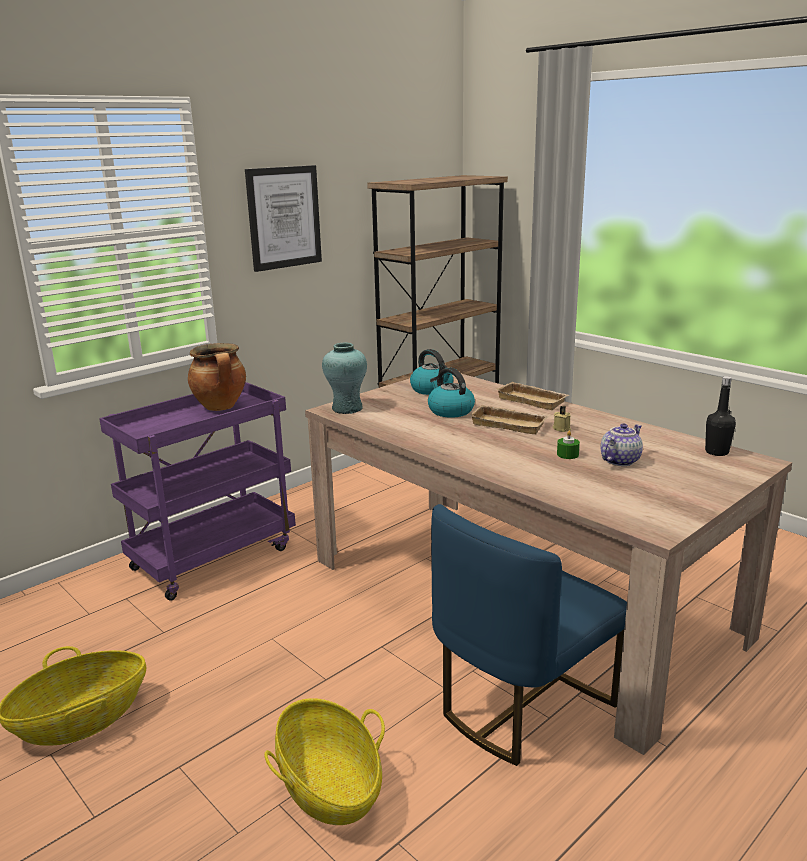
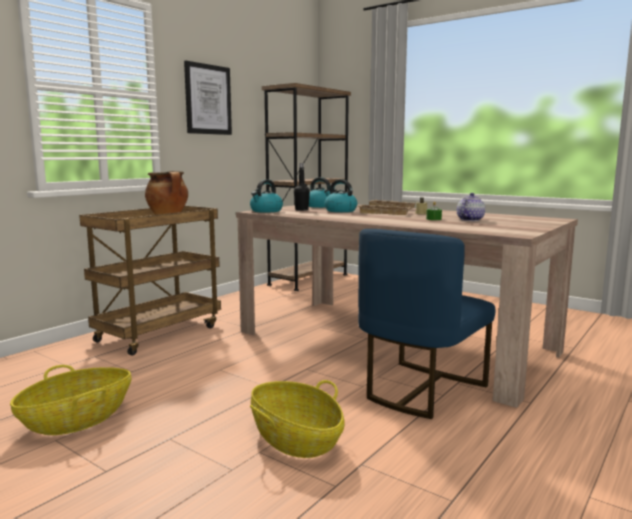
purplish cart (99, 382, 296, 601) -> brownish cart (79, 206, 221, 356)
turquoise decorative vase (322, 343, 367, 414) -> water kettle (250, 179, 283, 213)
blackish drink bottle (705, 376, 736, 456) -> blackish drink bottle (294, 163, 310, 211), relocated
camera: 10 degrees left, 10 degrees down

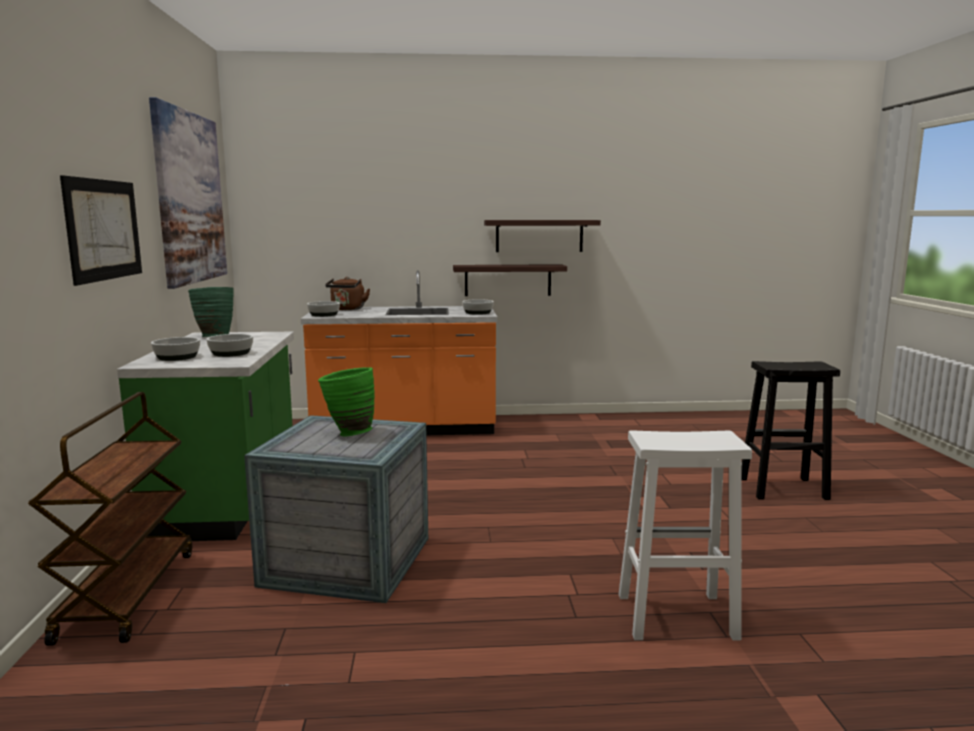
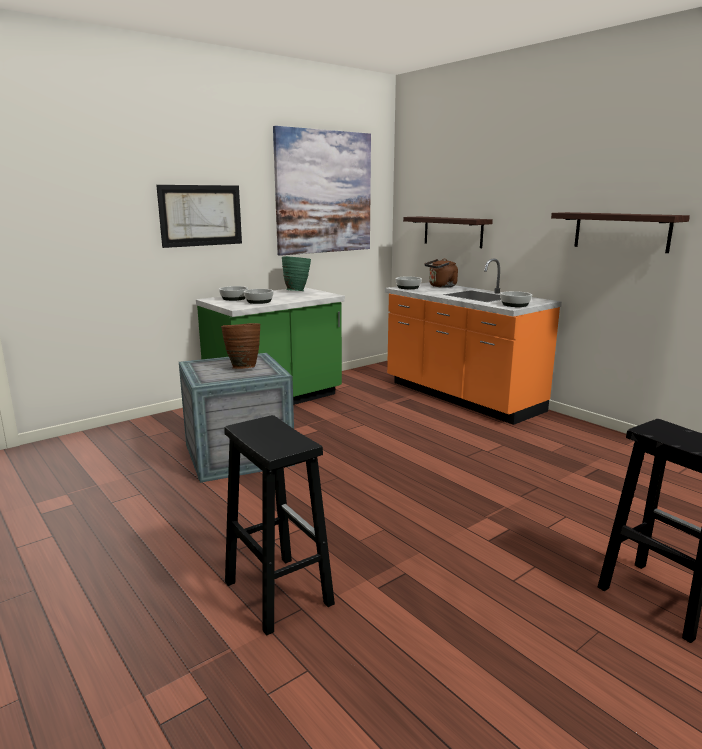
brownish cart (28, 392, 192, 646) -> none
green-coloured decorative vase (318, 367, 375, 436) -> brownish decorative vase (221, 323, 260, 369)
shelf (453, 264, 567, 296) -> shelf (403, 217, 493, 248), relocated
white-coloured stool (619, 430, 752, 640) -> blackish stool (224, 415, 335, 636)
camera: 55 degrees right, 5 degrees up

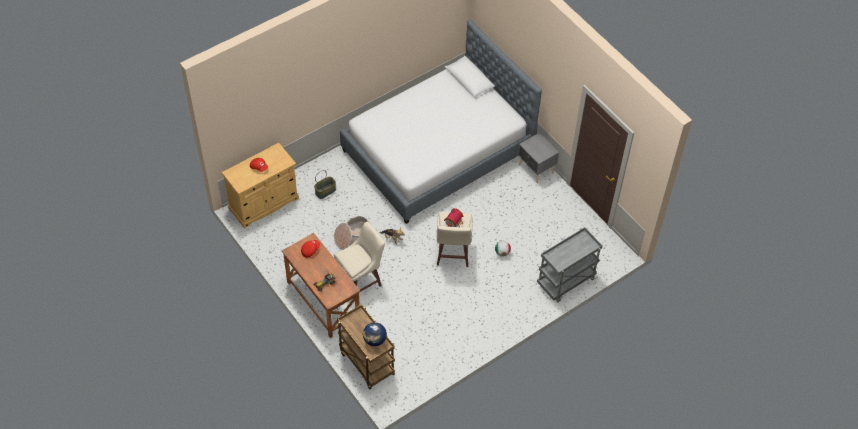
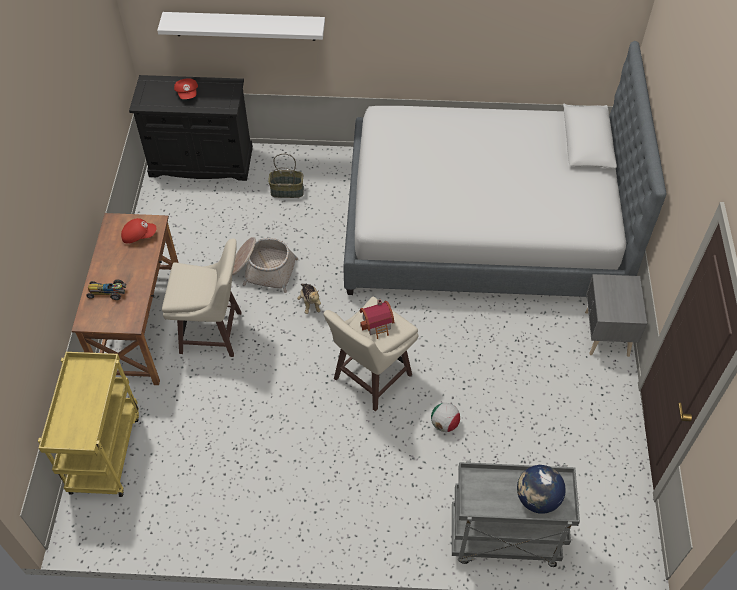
beige cupboard (222, 143, 299, 228) -> blackish cupboard (129, 75, 253, 181)
brownish cart (337, 305, 395, 389) -> yellow-coloured cart (38, 352, 139, 497)
desk globe (363, 322, 387, 346) -> desk globe (517, 465, 566, 514), relocated
none -> white-coloured shelf (157, 12, 325, 41)
camera: 40 degrees right, 0 degrees up

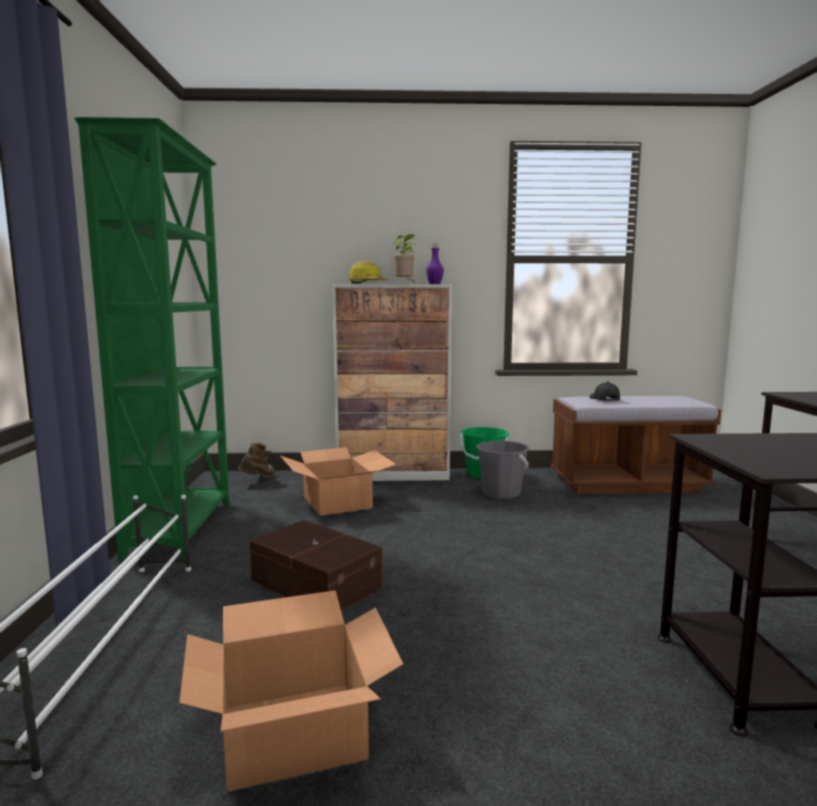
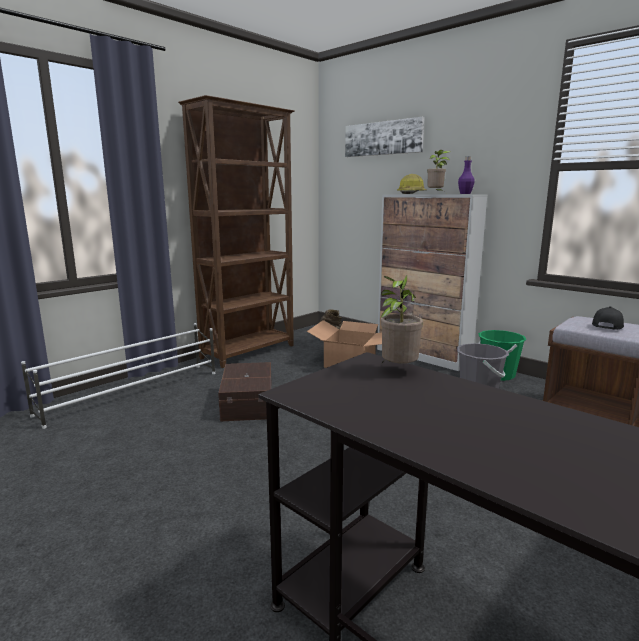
green-coloured shelving unit (74, 117, 230, 560) -> brownish shelving unit (178, 95, 294, 368)
cardboard box (179, 590, 403, 792) -> none
none -> wall picture (345, 117, 425, 157)
none -> houseplant (380, 275, 423, 364)
camera: 45 degrees right, 5 degrees up

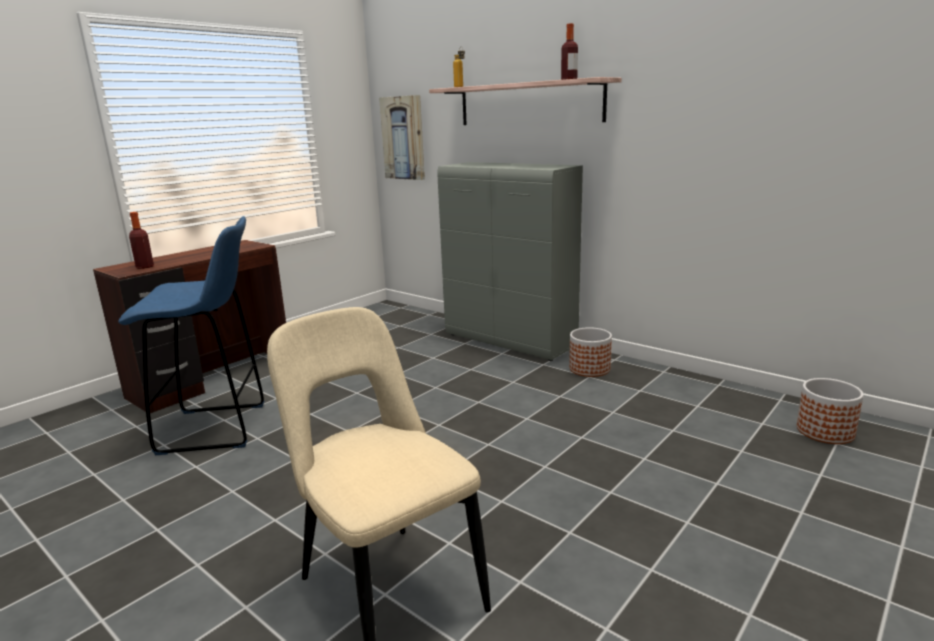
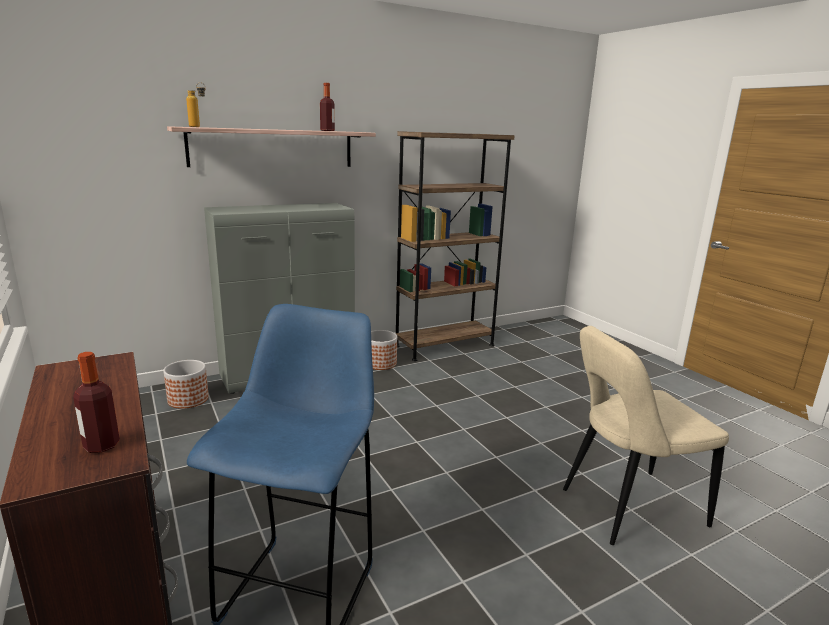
wall picture (379, 95, 425, 180) -> none
plant pot (797, 378, 864, 444) -> plant pot (163, 360, 209, 409), relocated
none -> brownish shelving unit (395, 131, 515, 361)
camera: 70 degrees left, 0 degrees up

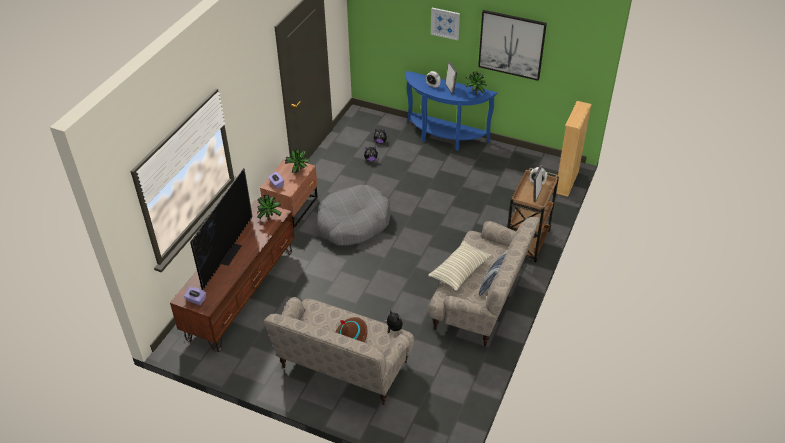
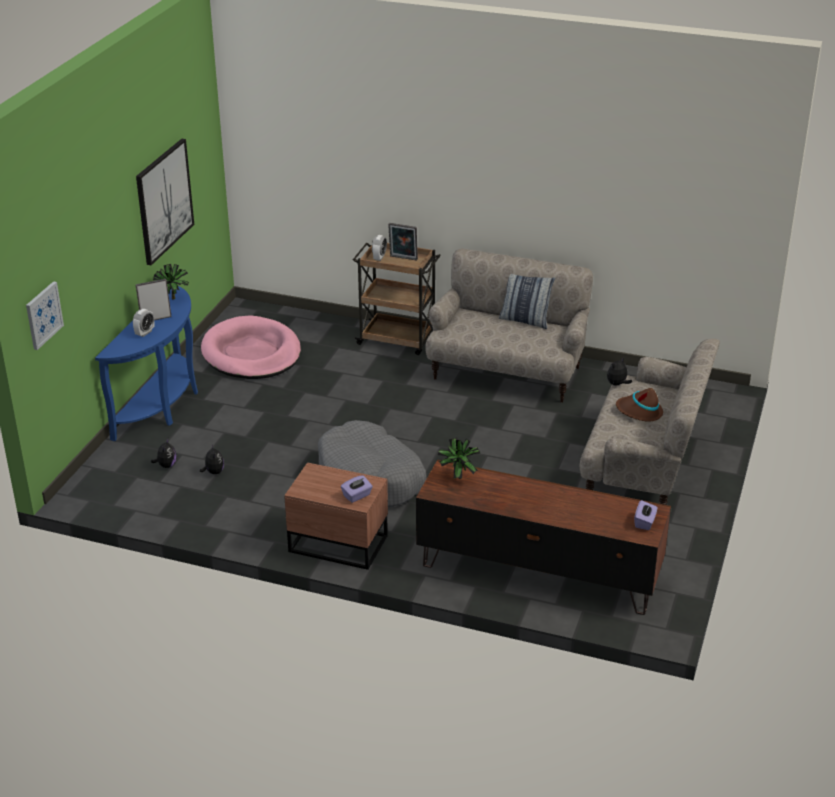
TV set (190, 168, 253, 290) -> none
houseplant (285, 149, 310, 173) -> none
cushion (428, 241, 491, 291) -> none
wall picture (431, 8, 460, 40) -> wall picture (26, 281, 64, 350), relocated
beige shelving unit (556, 101, 592, 197) -> none
none -> pink pet bed (201, 315, 301, 379)
camera: 95 degrees left, 10 degrees down

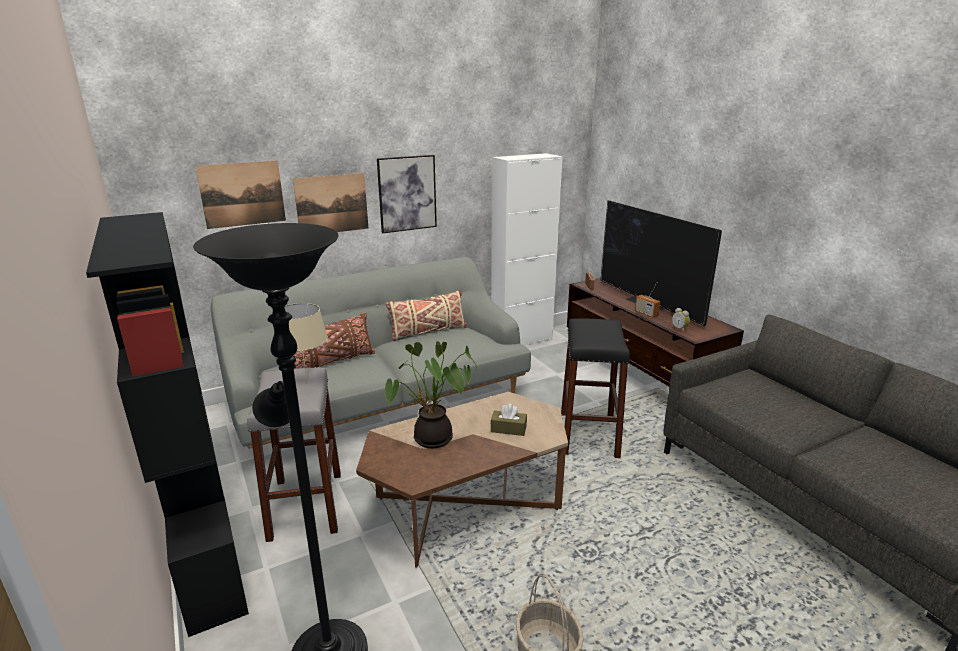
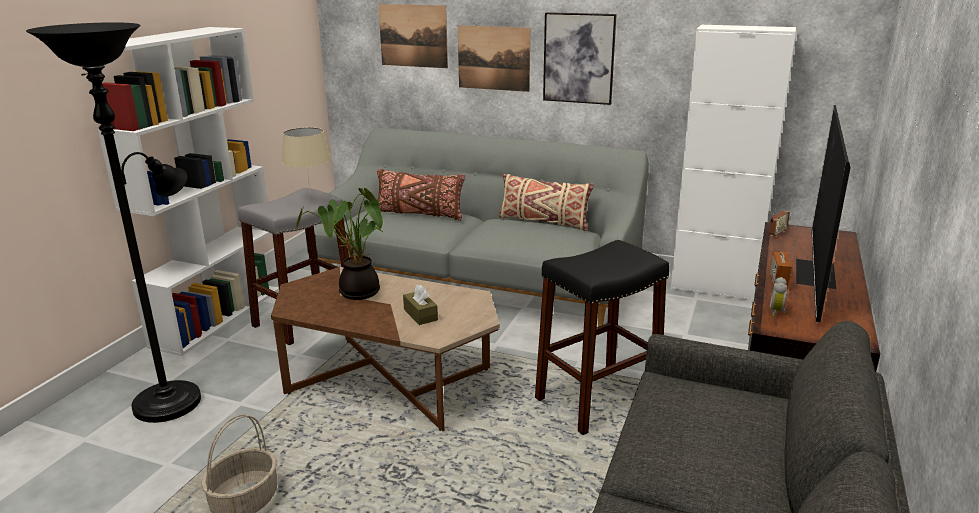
blackish shelving unit (86, 212, 249, 637) -> white-coloured shelving unit (98, 27, 279, 356)
camera: 50 degrees right, 0 degrees up

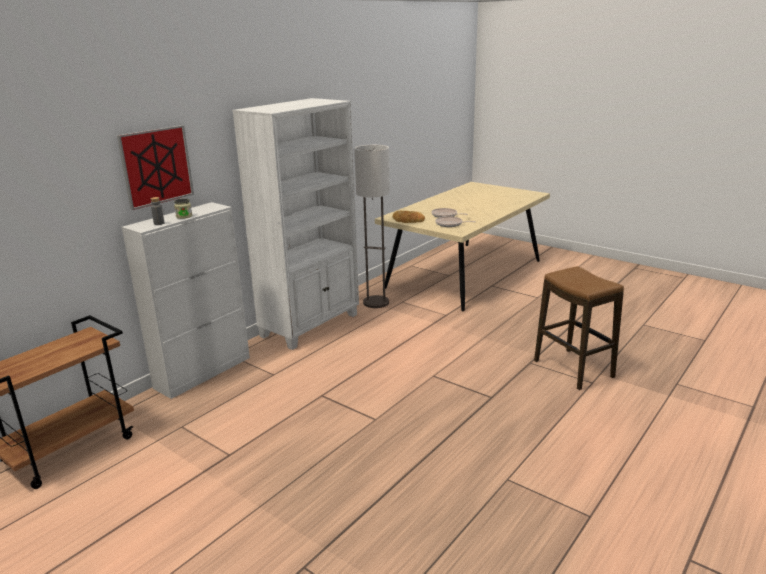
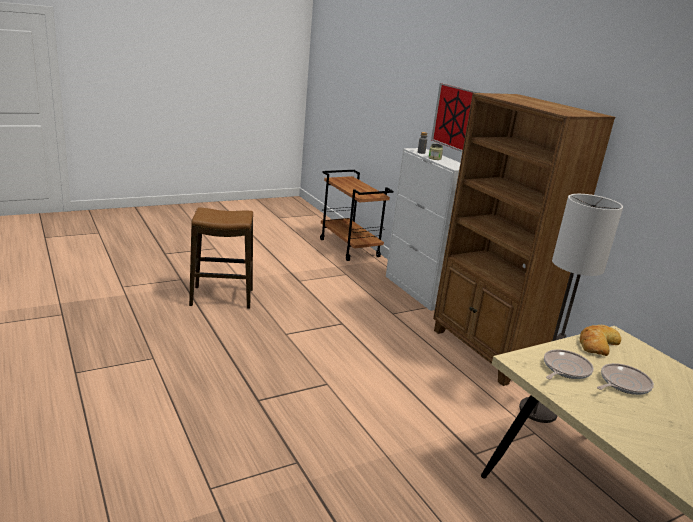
white-coloured shelving unit (232, 98, 359, 350) -> brownish shelving unit (433, 93, 615, 386)
stool (534, 266, 624, 390) -> stool (189, 207, 253, 309), relocated
camera: 110 degrees right, 0 degrees up

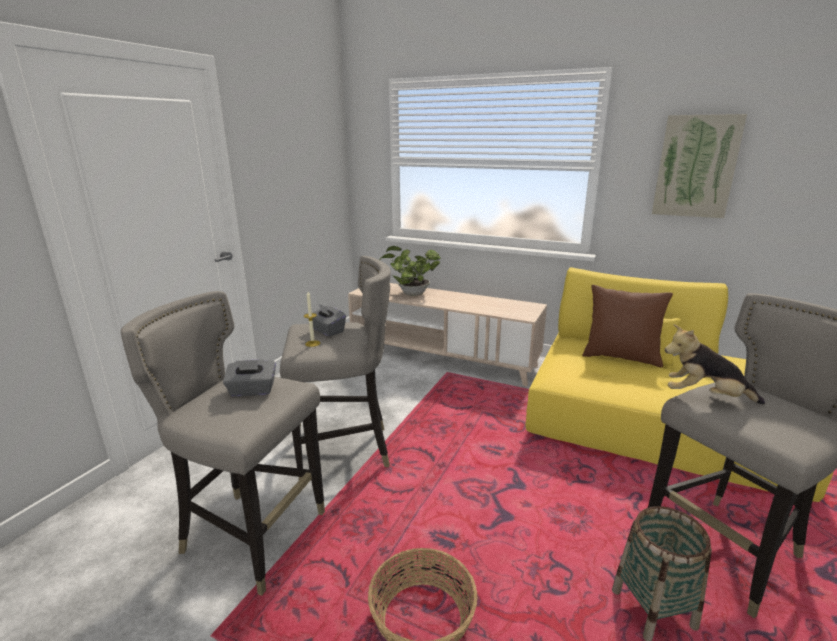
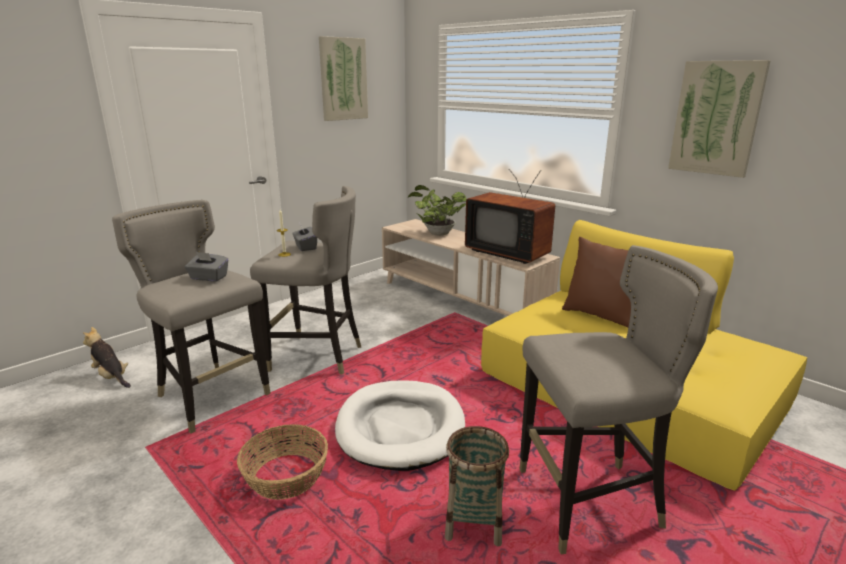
cuddly toy (665, 324, 765, 405) -> cuddly toy (83, 327, 131, 388), relocated
none -> wall picture (319, 36, 368, 121)
none -> white-coloured pet bed (335, 380, 465, 471)
none -> TV set (465, 169, 555, 264)
camera: 20 degrees right, 0 degrees up

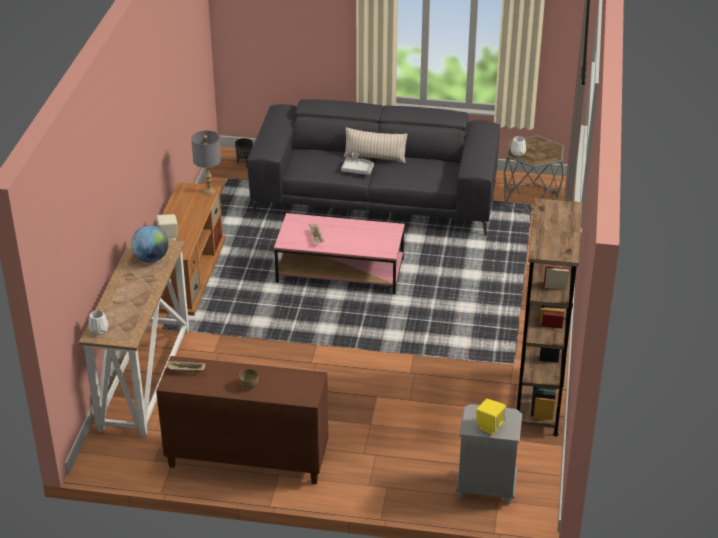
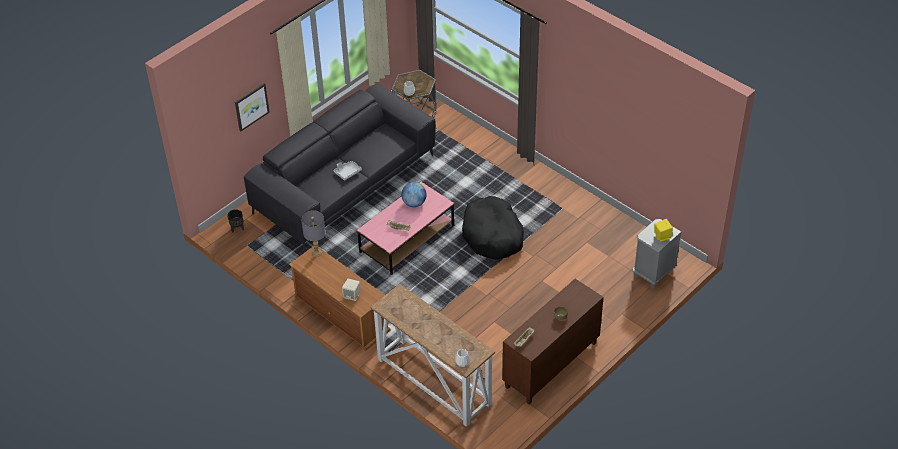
desk globe (131, 225, 169, 262) -> desk globe (401, 182, 427, 207), relocated
beige cushion (344, 127, 408, 163) -> none
brownish shelving unit (517, 198, 582, 436) -> none
none -> wall picture (235, 83, 270, 132)
none -> blackish pet bed (462, 196, 524, 260)
camera: 55 degrees left, 10 degrees up

